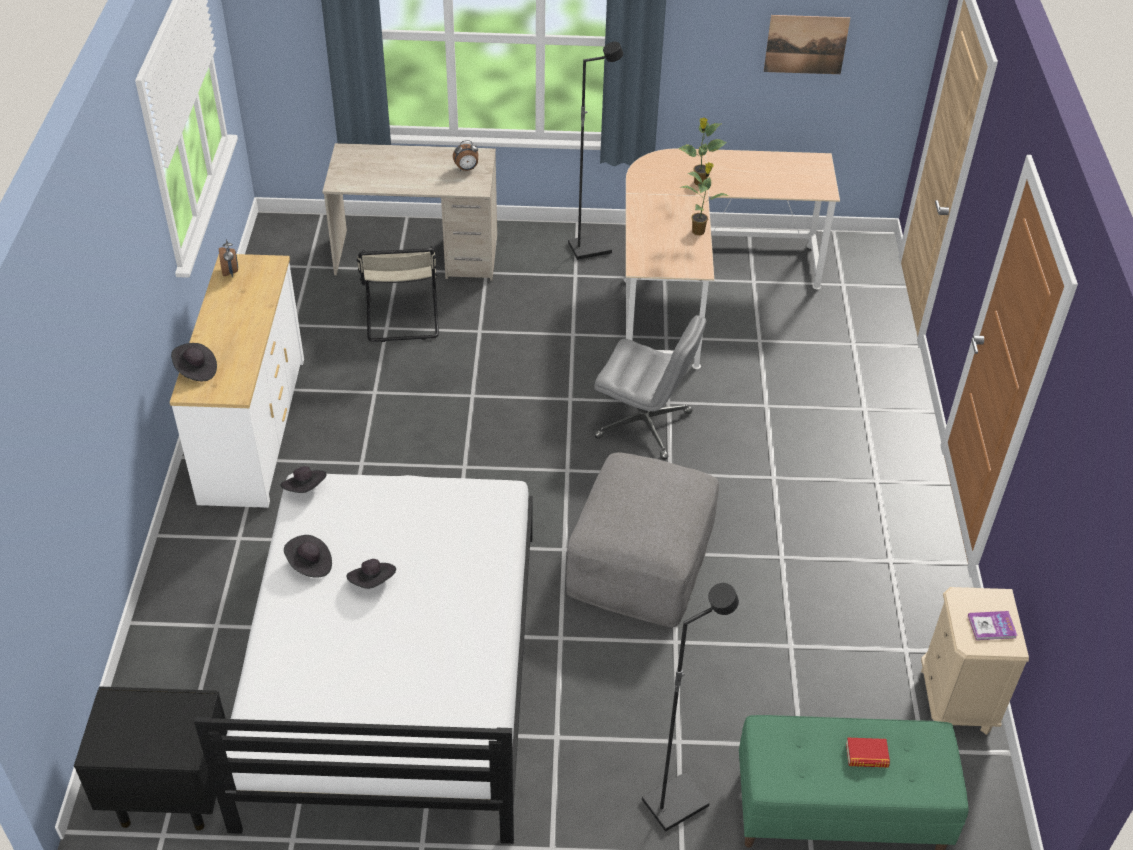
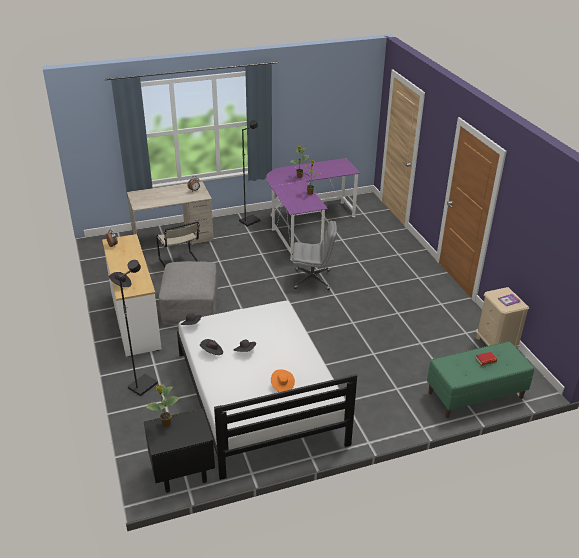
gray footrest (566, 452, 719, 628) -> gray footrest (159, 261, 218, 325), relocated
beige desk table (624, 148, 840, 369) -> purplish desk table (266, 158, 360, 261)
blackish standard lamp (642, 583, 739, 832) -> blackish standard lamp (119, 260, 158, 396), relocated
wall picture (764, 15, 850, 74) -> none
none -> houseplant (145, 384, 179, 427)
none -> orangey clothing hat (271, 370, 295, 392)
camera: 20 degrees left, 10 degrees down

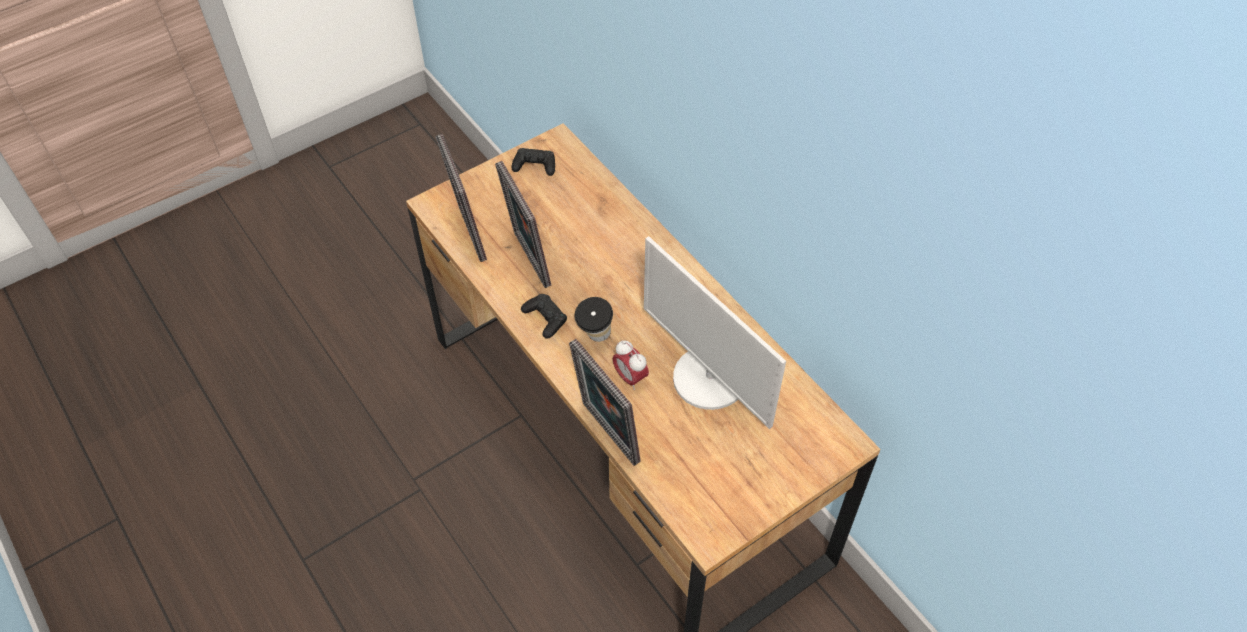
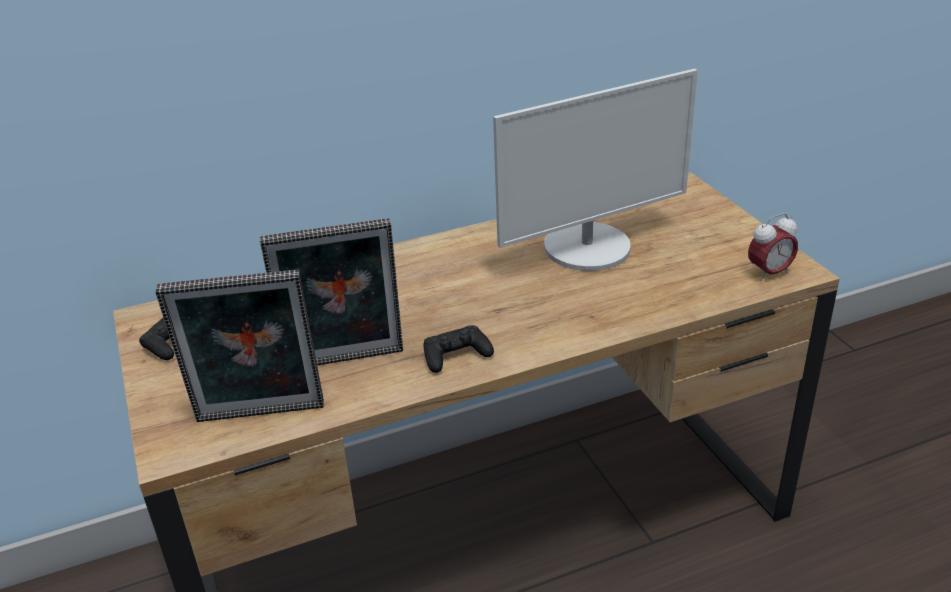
picture frame (569, 339, 641, 466) -> none
drinking cup (575, 297, 613, 342) -> none
alarm clock (613, 340, 649, 390) -> alarm clock (748, 213, 798, 281), relocated
camera: 75 degrees left, 20 degrees down

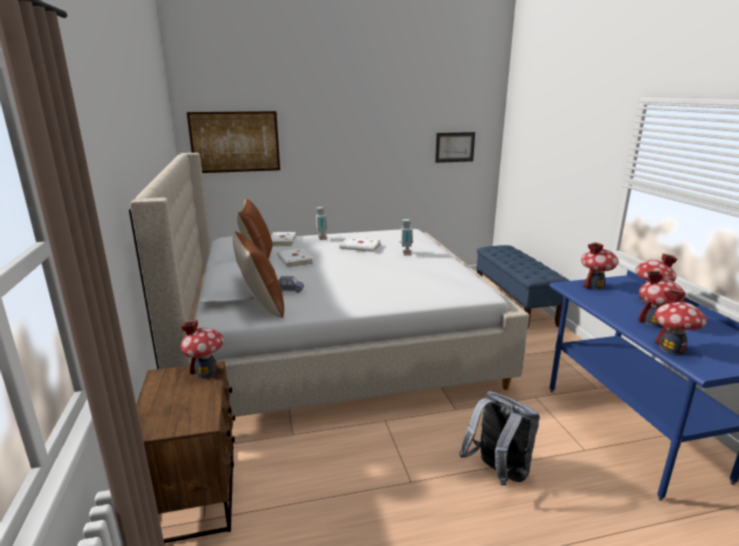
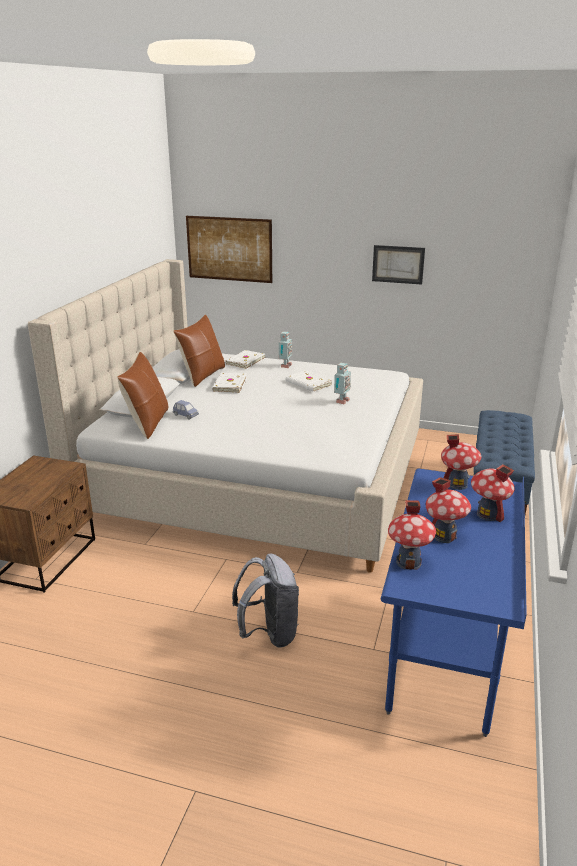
toy house (180, 320, 224, 378) -> none
wall picture (435, 132, 475, 163) -> wall picture (372, 245, 425, 285), relocated
camera: 30 degrees right, 5 degrees up

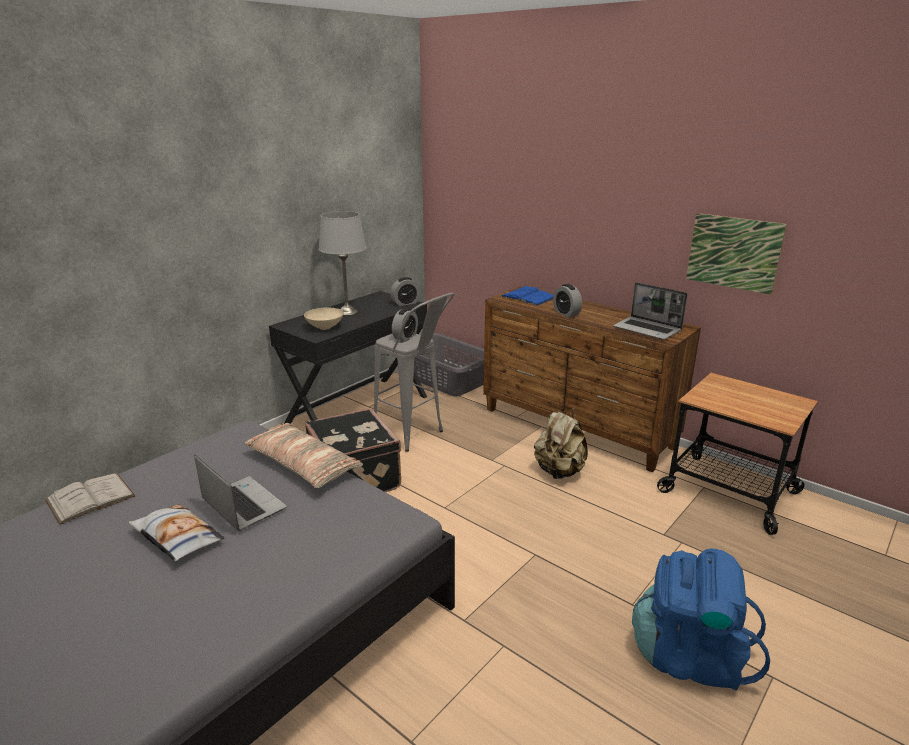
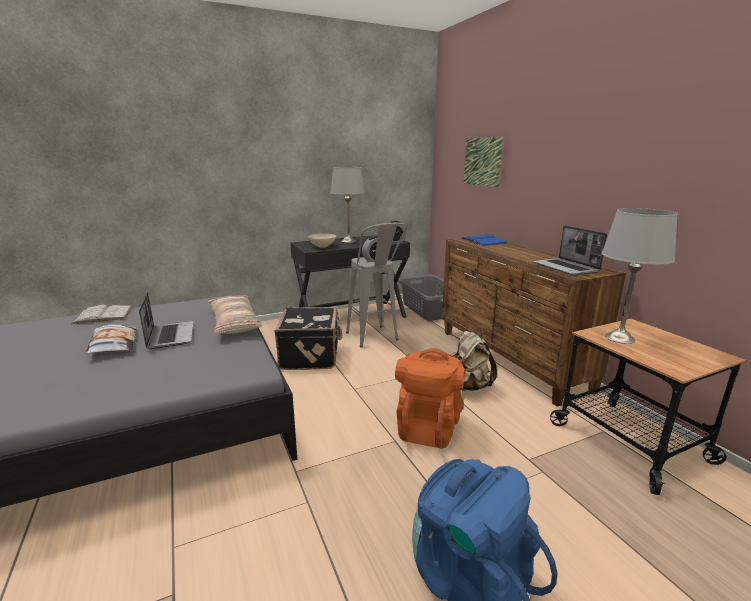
alarm clock (553, 284, 582, 317) -> none
wall picture (686, 213, 787, 295) -> wall picture (463, 137, 504, 187), relocated
none -> orangey rucksack (395, 348, 466, 448)
none -> gray tabletop lamp (602, 208, 678, 344)
camera: 25 degrees right, 5 degrees down

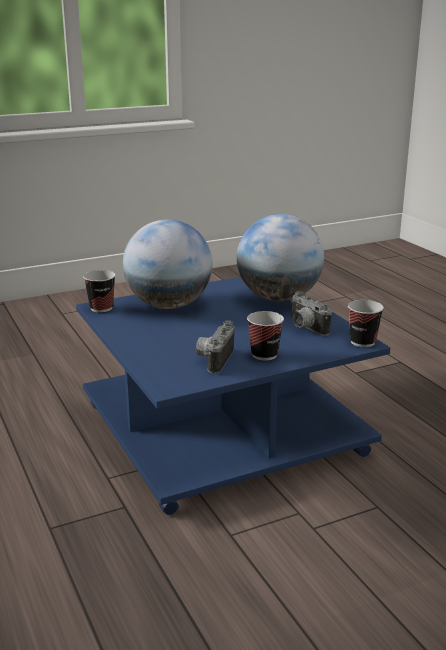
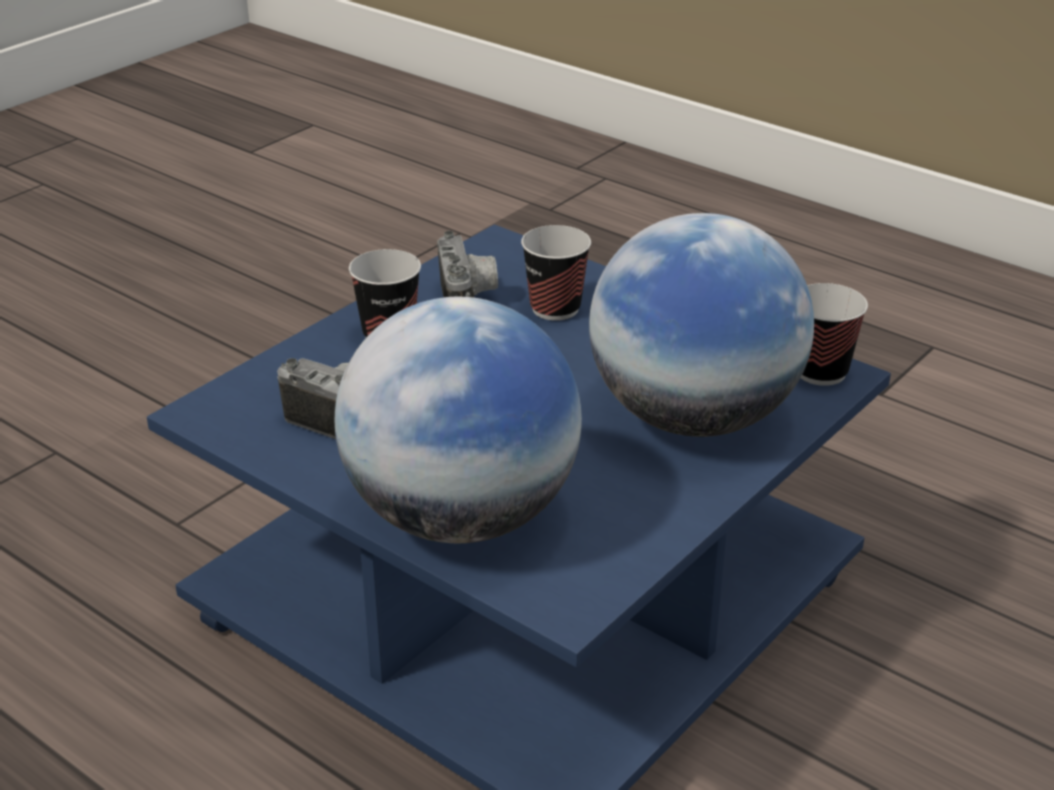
drinking cup (348, 300, 384, 347) -> drinking cup (521, 225, 591, 321), relocated
camera: 155 degrees right, 10 degrees up

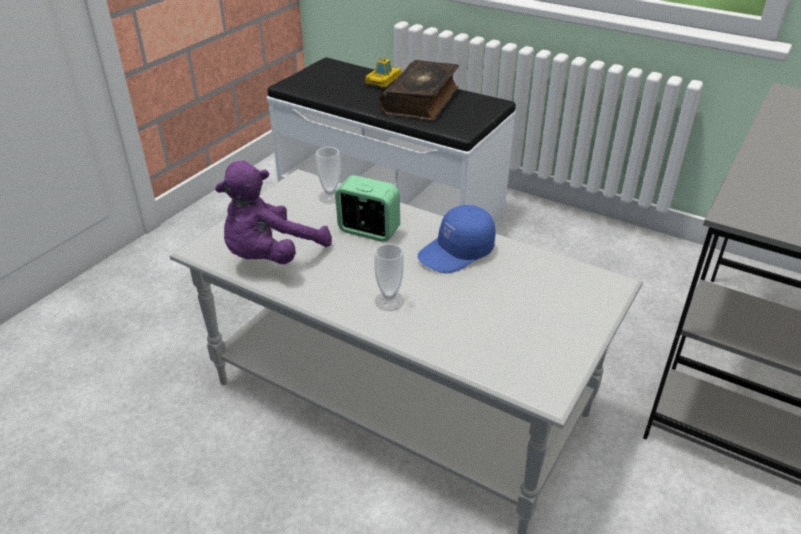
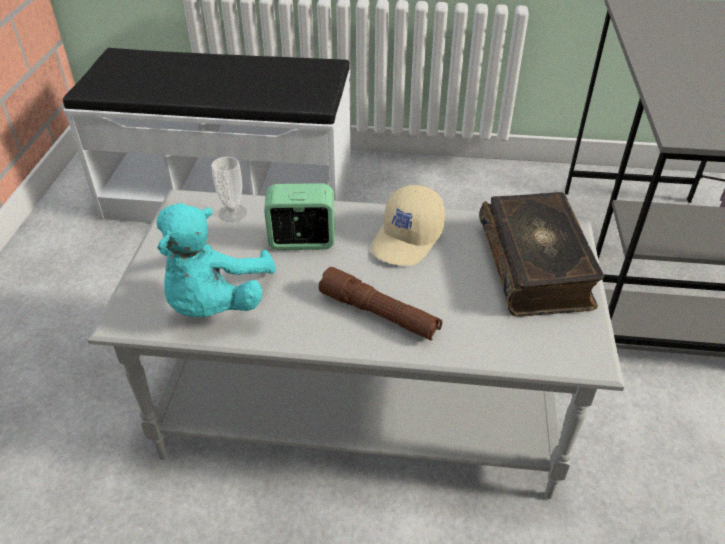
purplish cuddly toy (215, 160, 332, 264) -> turquoise cuddly toy (157, 203, 276, 317)
model car (365, 57, 401, 88) -> none
drinking cup (374, 244, 404, 311) -> brownish torch (319, 267, 442, 341)
volume (380, 60, 459, 120) -> volume (479, 192, 605, 317), relocated
blue-coloured peaked cap (418, 205, 496, 273) -> beige peaked cap (371, 185, 445, 266)
camera: 25 degrees left, 5 degrees up

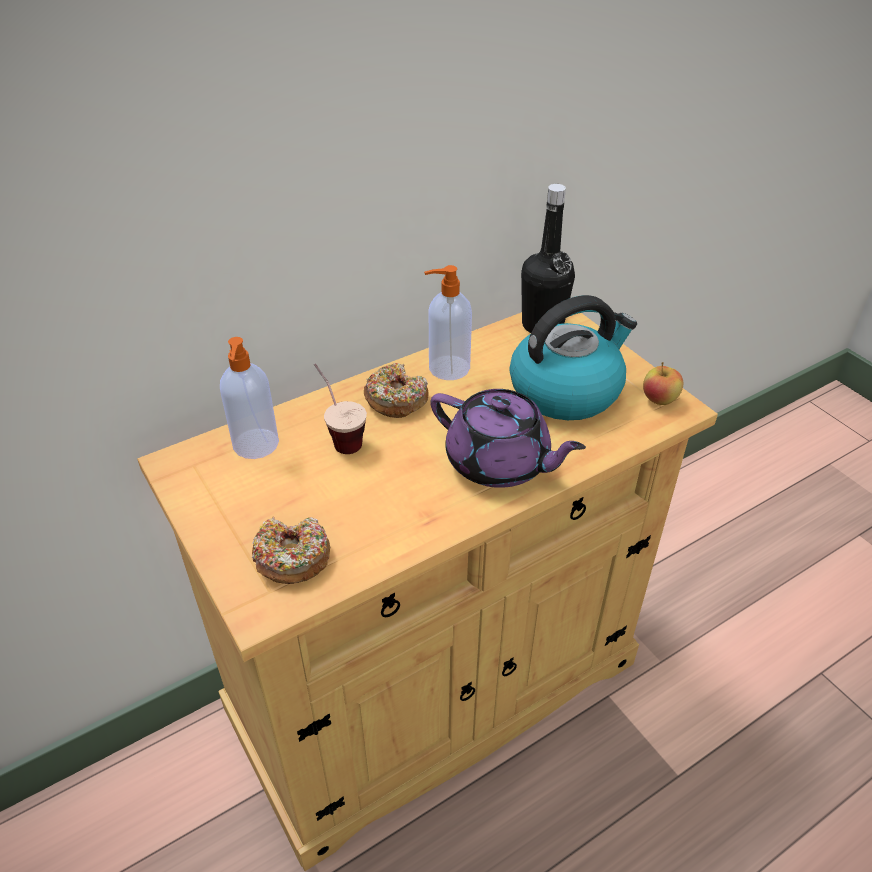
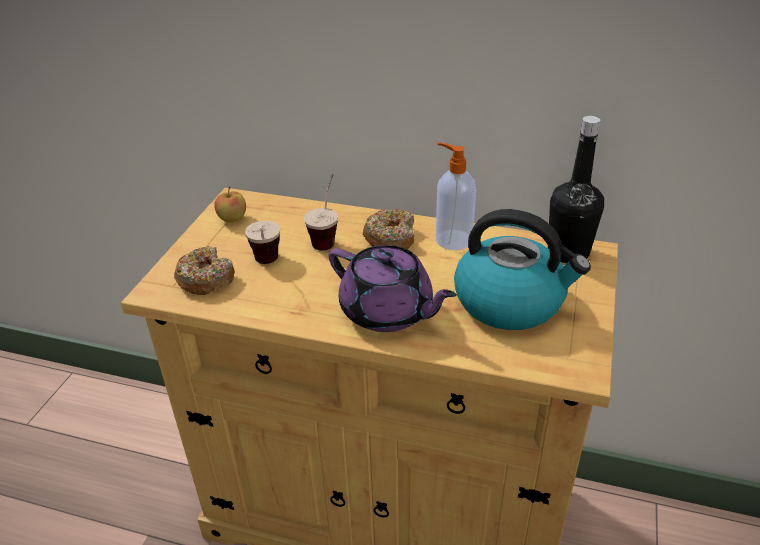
soap bottle (220, 337, 279, 459) -> none
purplish pot for tea (430, 389, 586, 488) -> purplish pot for tea (329, 245, 457, 332), 45 degrees counterclockwise
whole apple (643, 362, 683, 405) -> whole apple (214, 186, 246, 222), relocated
none -> drinking cup (245, 221, 280, 264)
camera: 50 degrees right, 5 degrees down

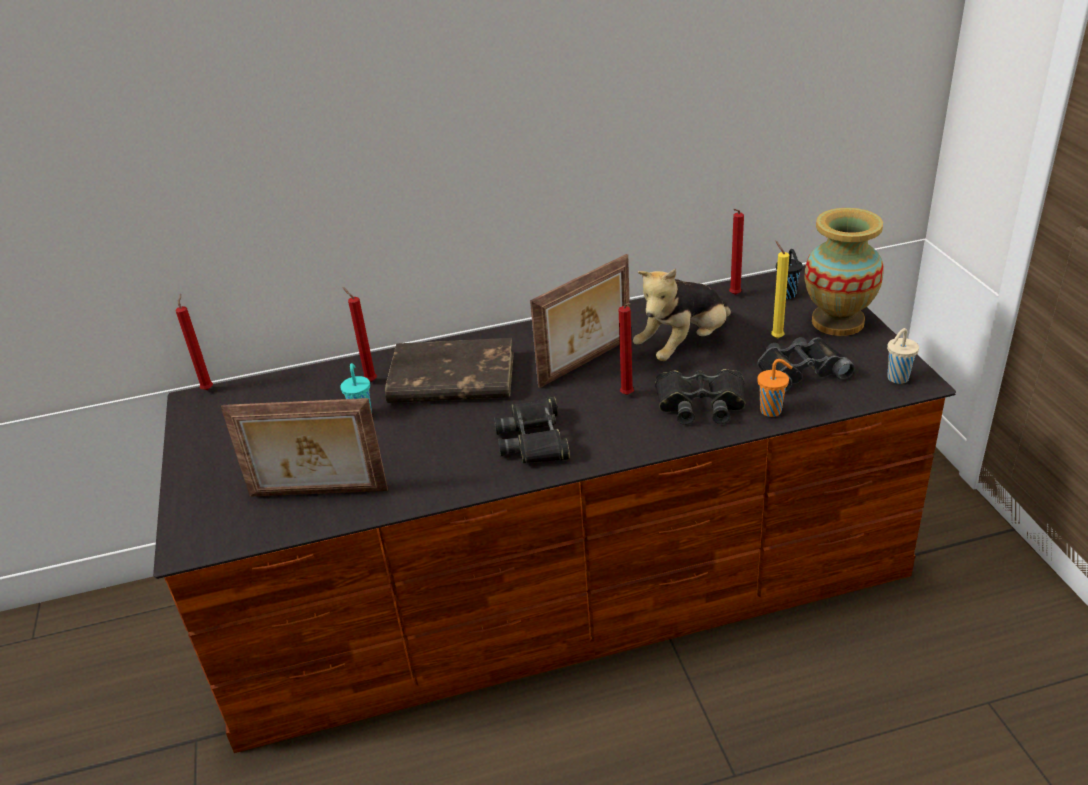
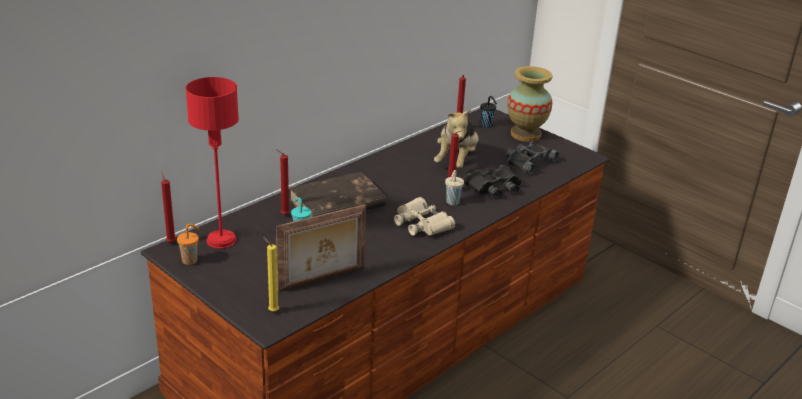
blackish pair of binoculars (494, 396, 570, 463) -> beige pair of binoculars (394, 197, 455, 236)
picture frame (530, 254, 630, 388) -> none
orangey drinking cup (757, 359, 793, 417) -> orangey drinking cup (177, 224, 199, 265), relocated
yellow-coloured wax candle (771, 241, 789, 339) -> yellow-coloured wax candle (263, 237, 279, 312), relocated
beige drinking cup (887, 328, 919, 384) -> beige drinking cup (445, 170, 464, 205), relocated
none -> red-coloured tabletop lamp (186, 77, 239, 249)
camera: 35 degrees left, 5 degrees down

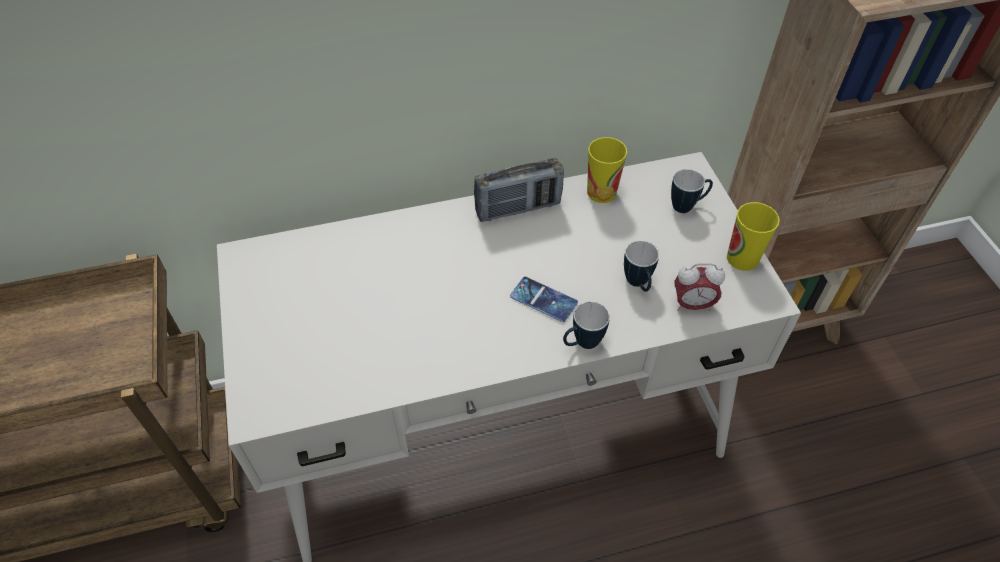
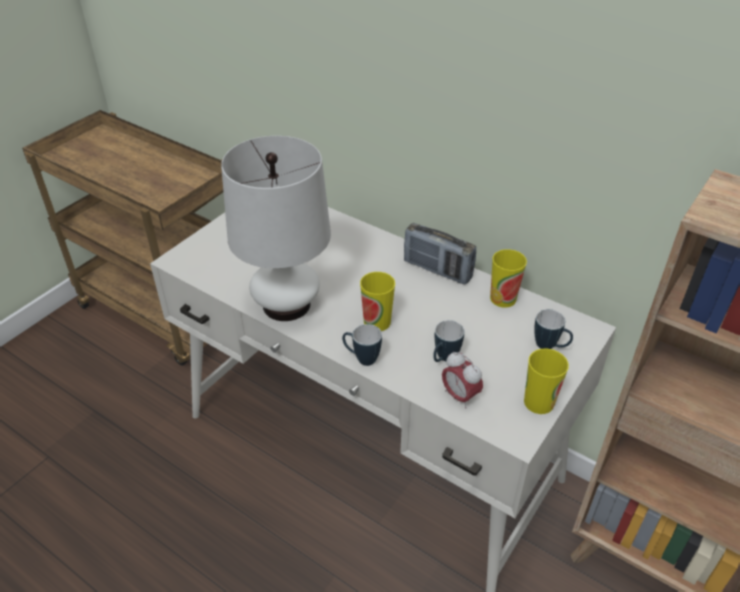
phone (510, 277, 578, 322) -> drinking cup (360, 272, 395, 331)
none -> white-coloured tabletop lamp (221, 136, 331, 321)
camera: 50 degrees right, 10 degrees down

